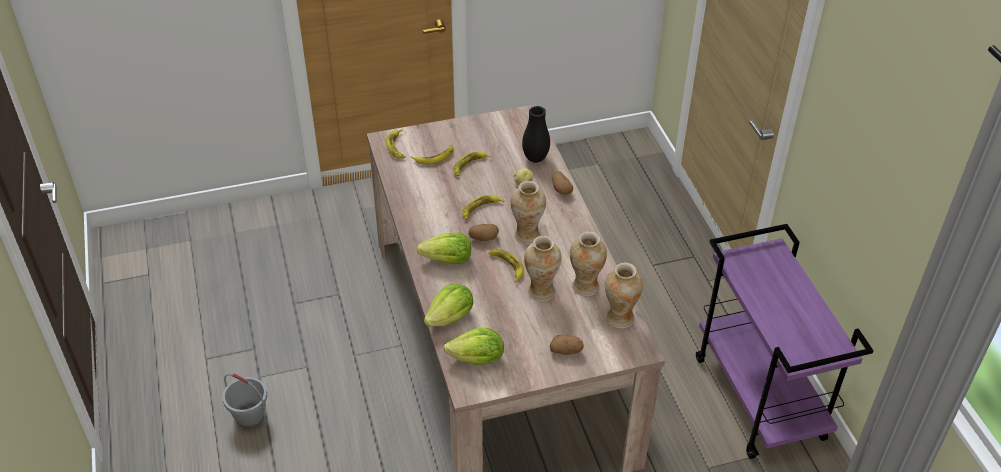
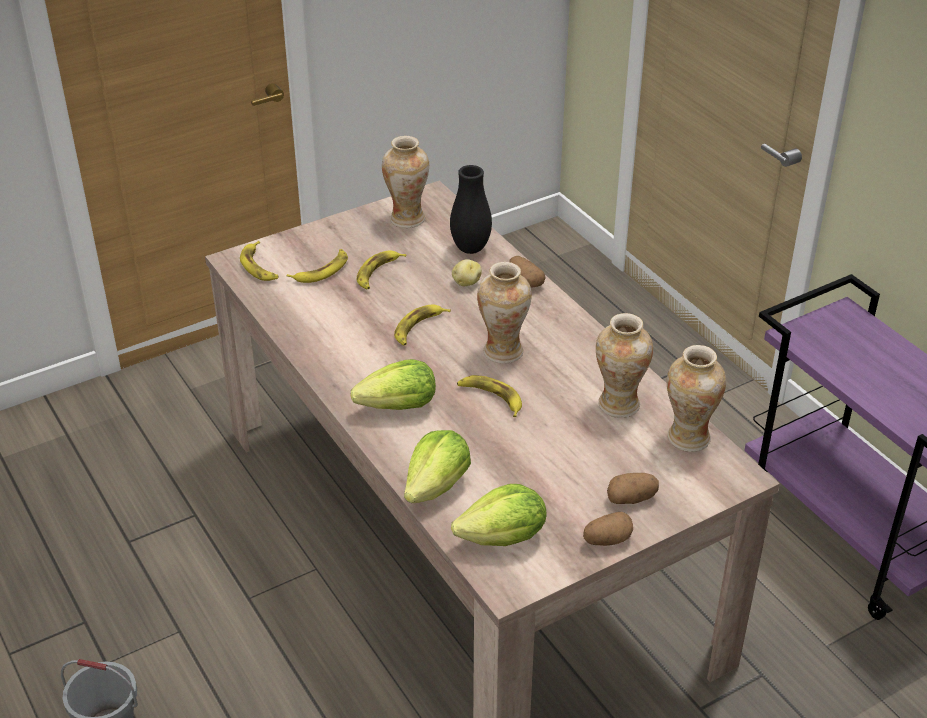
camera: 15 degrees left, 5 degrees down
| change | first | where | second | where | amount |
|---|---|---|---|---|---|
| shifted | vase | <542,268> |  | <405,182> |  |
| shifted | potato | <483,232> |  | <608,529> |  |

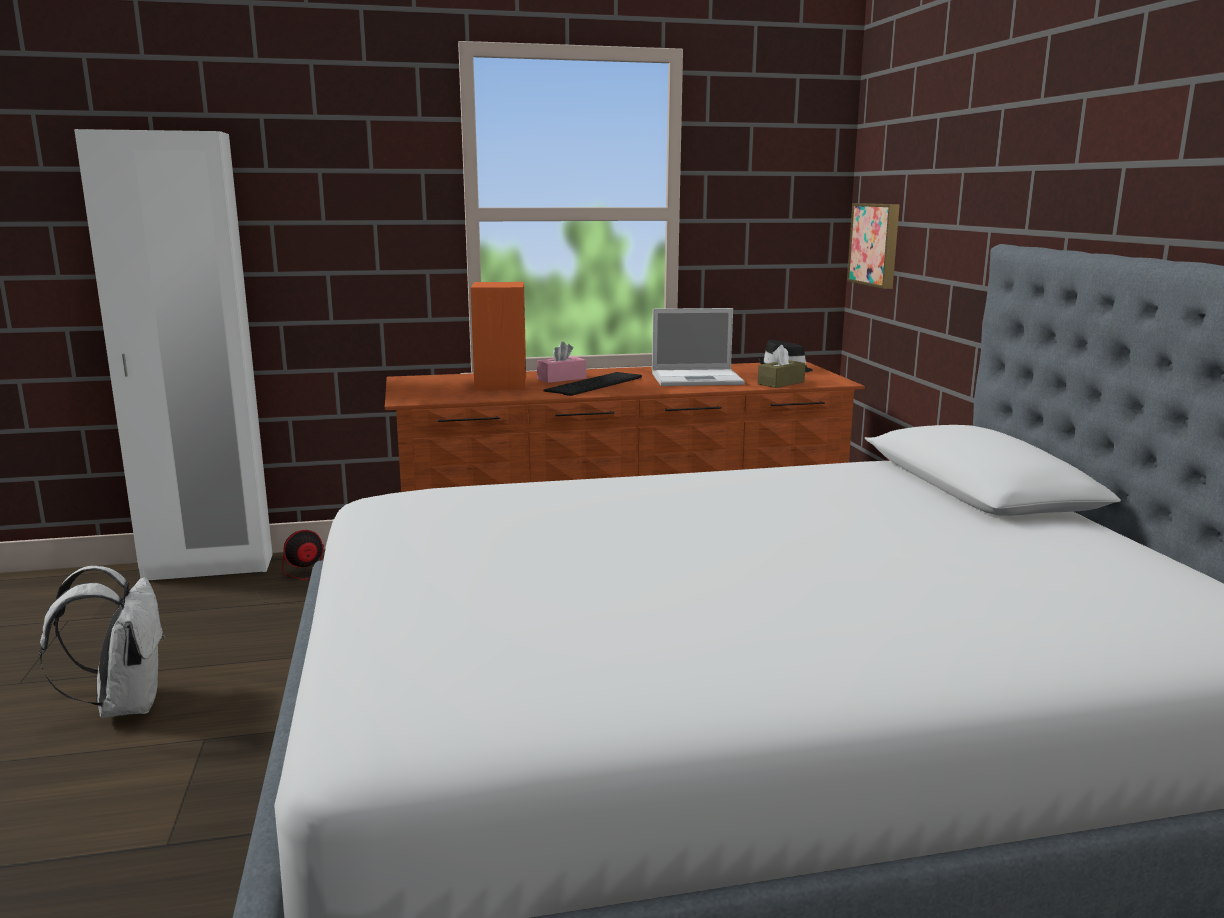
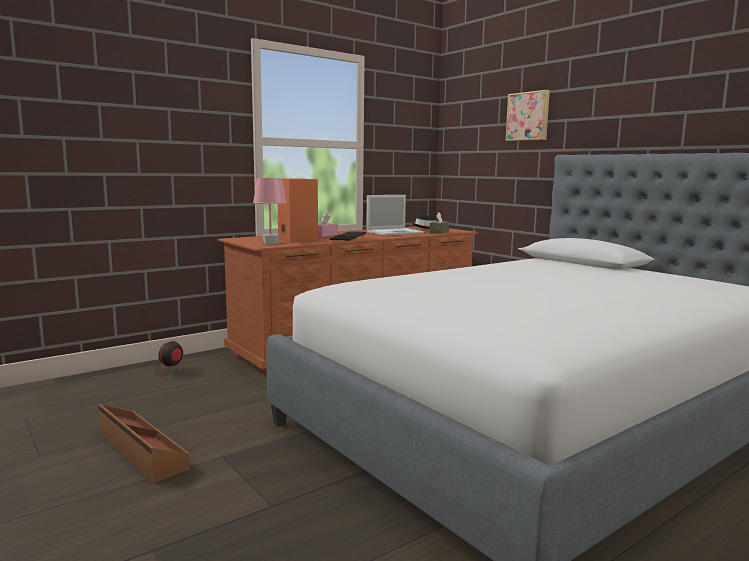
camera: 25 degrees left, 5 degrees down
| change | first | where | second | where | amount |
|---|---|---|---|---|---|
| swapped | white backpack | <102,642> | brown storage box | <144,443> |  |
| new |  |  | pink table lamp | <270,211> |  |
| shifted | picture | <873,246> |  | <527,115> |  |
| gone | white wardrobe | <173,354> |  |  |  |

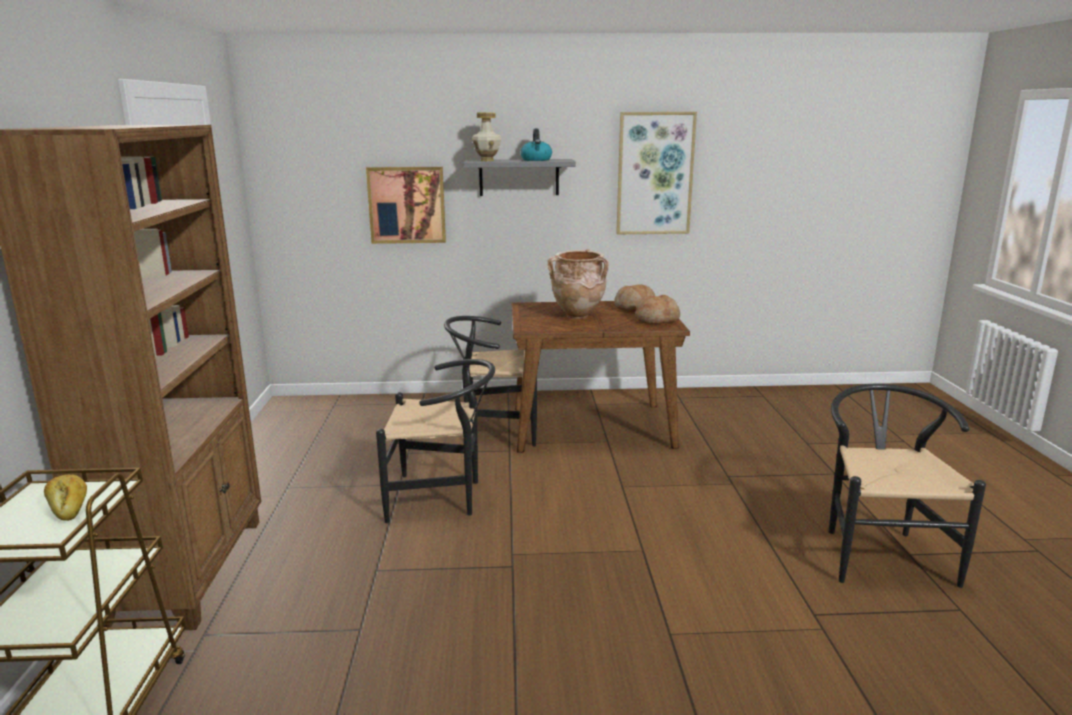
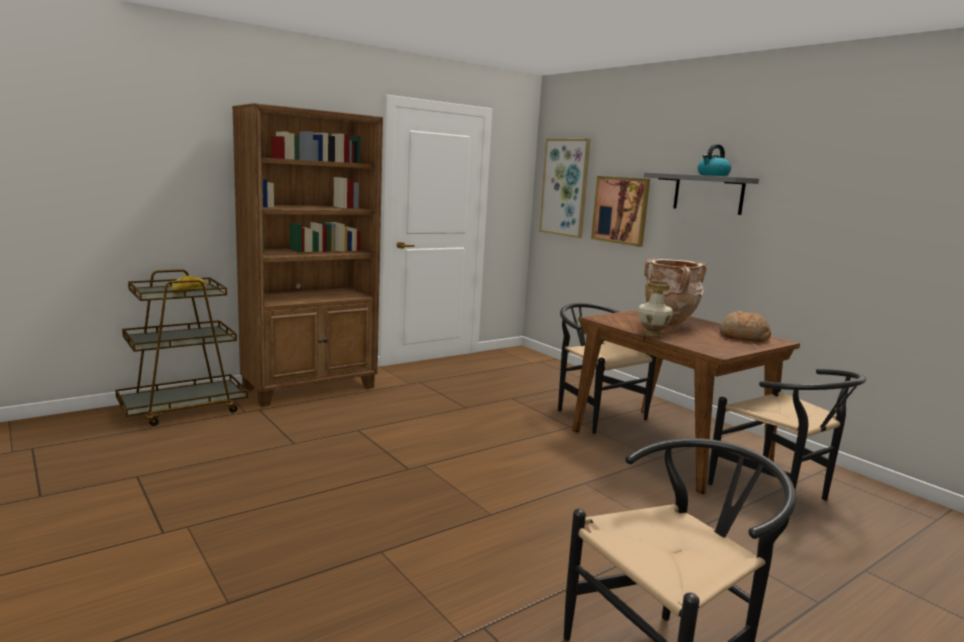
camera: 55 degrees right, 5 degrees down
| change | first | where | second | where | amount |
|---|---|---|---|---|---|
| shifted | picture | <656,173> |  | <565,188> |  |
| shifted | vase | <487,136> |  | <655,308> |  |
| shifted | black chair | <435,441> |  | <787,434> |  |
| gone | bread | <657,309> |  |  |  |

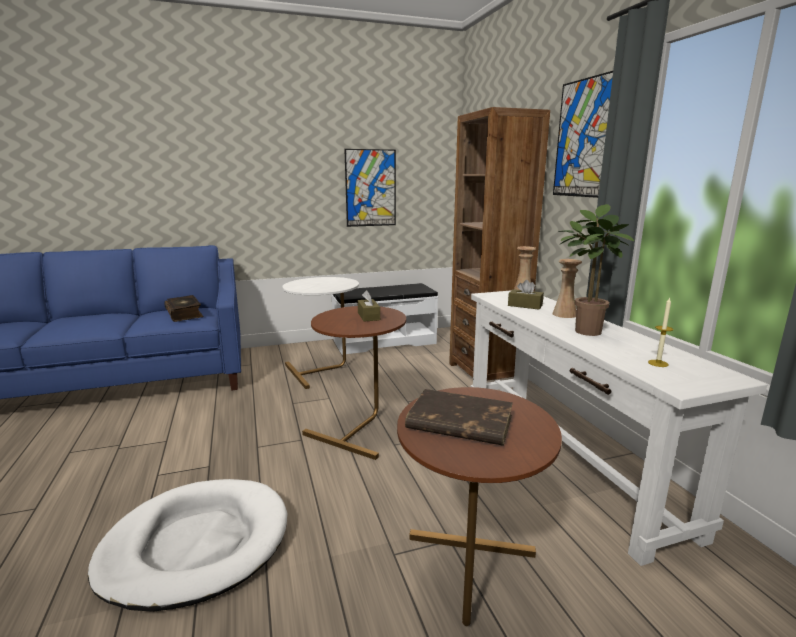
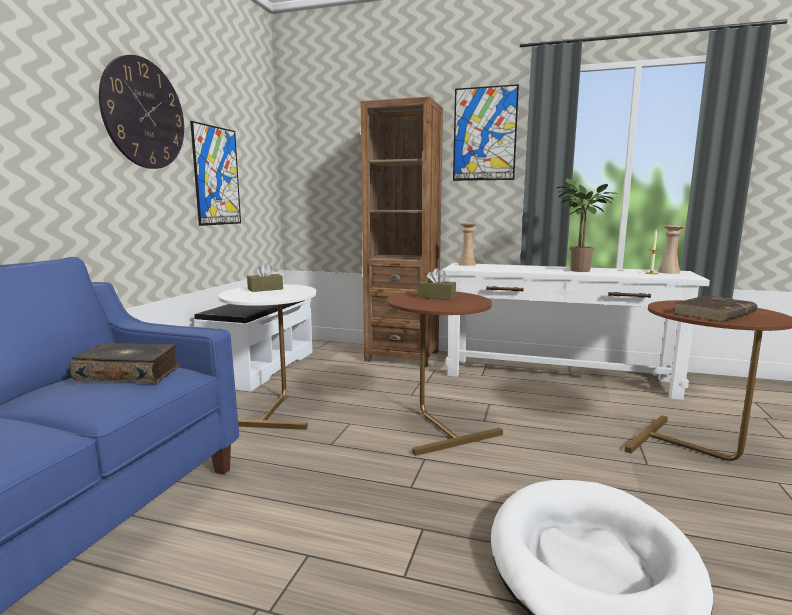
camera: 55 degrees left, 5 degrees down
| change | first | where | second | where | amount |
|---|---|---|---|---|---|
| new |  |  | wall clock | <141,112> |  |
| shifted | brown tissue box | <526,295> |  | <265,277> |  |
| shifted | beige vase | <567,288> |  | <670,249> |  |

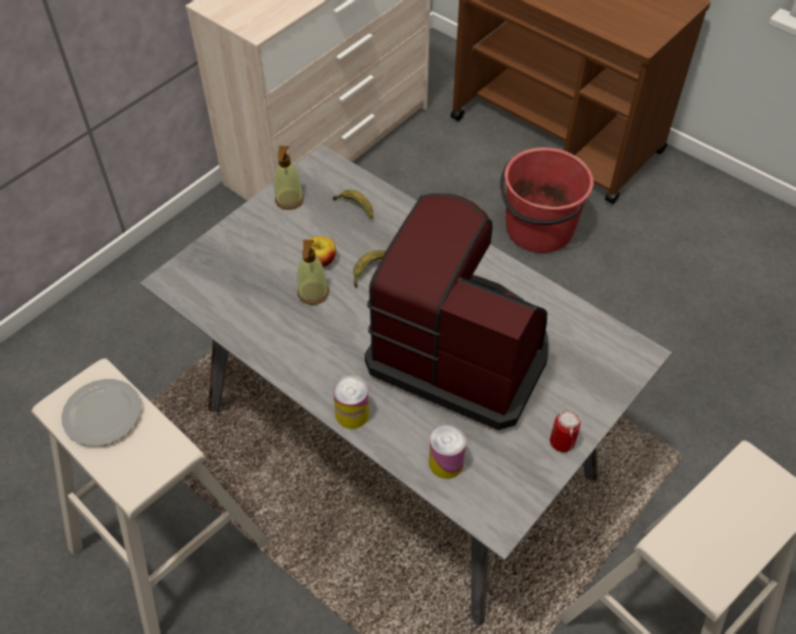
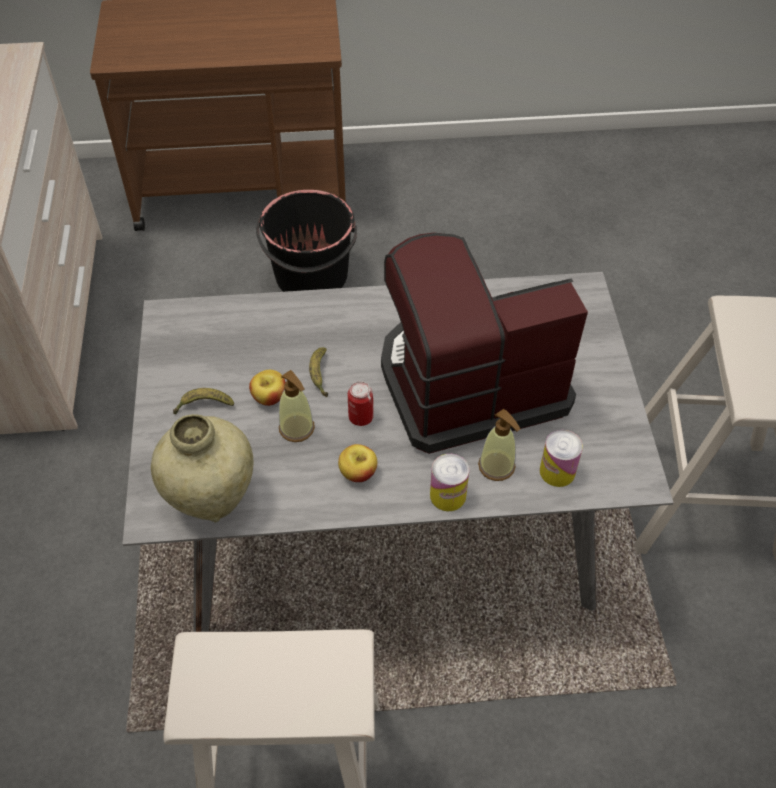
camera: 45 degrees left, 0 degrees up
| change | first | where | second | where | amount |
|---|---|---|---|---|---|
| new |  |  | beige vase | <202,468> |  |
| shifted | banana | <352,204> |  | <203,401> |  |
| repainted | red bucket | <547,200> | black bucket | <306,241> |  |
| new |  |  | apple | <357,463> |  |
| shifted | can | <565,431> |  | <361,403> |  |
| shifted | soap dispenser | <289,178> |  | <499,445> |  |
| gone | plate | <101,412> |  |  |  |

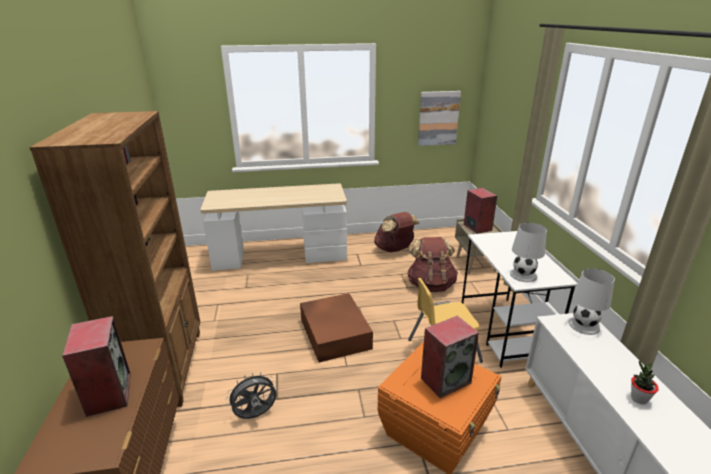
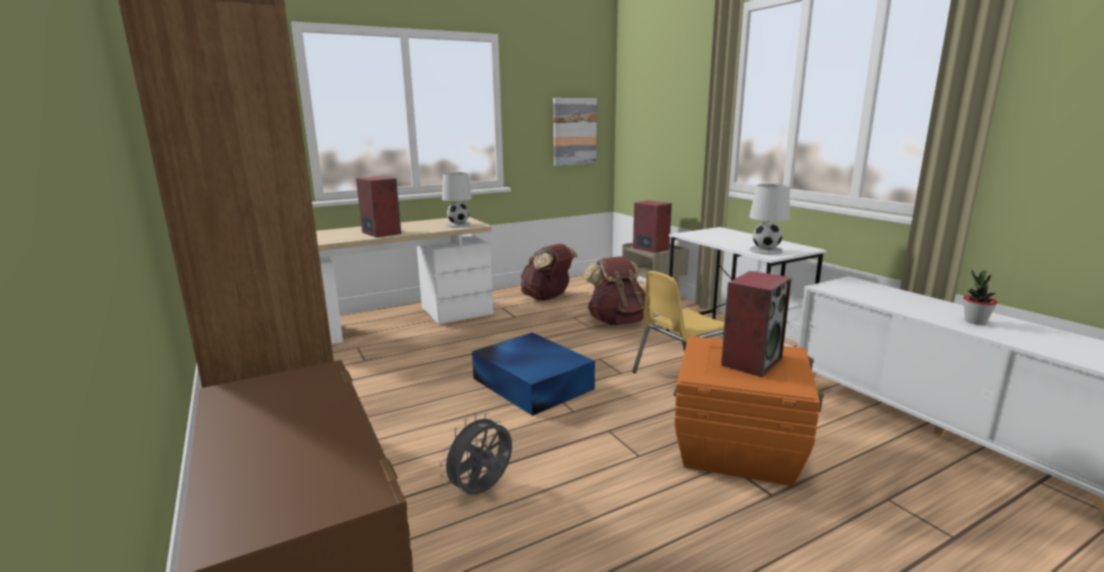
camera: 20 degrees left, 10 degrees down
| change | first | where | second | where | amount |
|---|---|---|---|---|---|
| shifted | speaker | <96,366> |  | <378,207> |  |
| shifted | white table lamp | <592,301> |  | <457,200> |  |
| repainted | brown storage box | <336,327> | blue storage box | <533,374> |  |

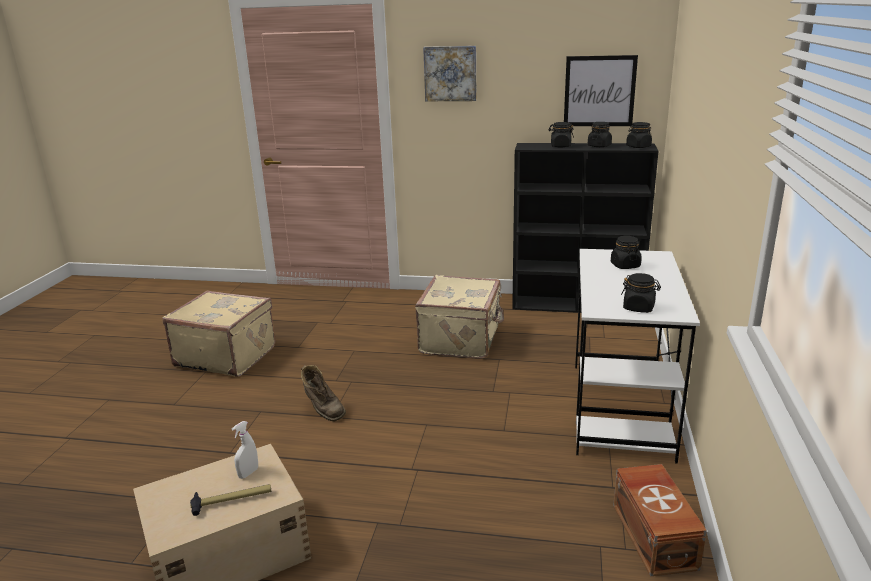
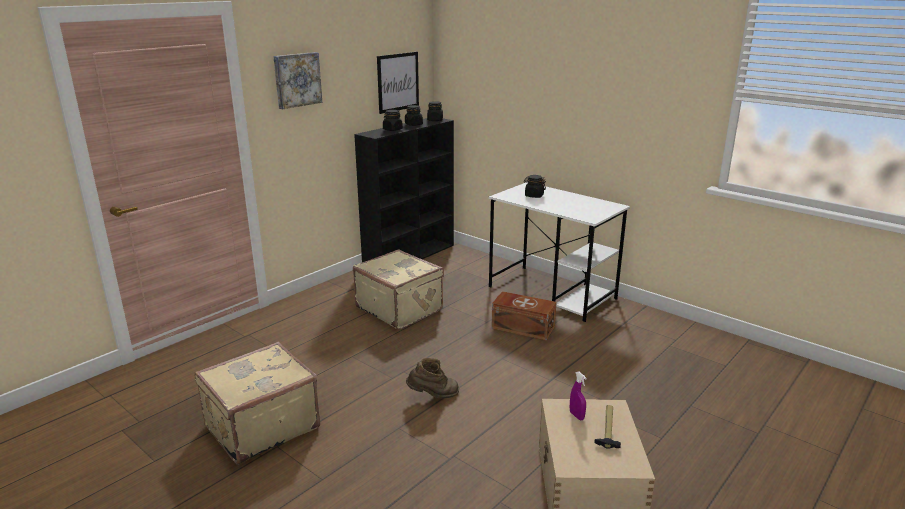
camera: 60 degrees left, 0 degrees up
| change | first | where | second | where | amount |
|---|---|---|---|---|---|
| shifted | brown storage box | <660,520> |  | <524,316> |  |
| repainted | white spray bottle | <245,450> | purple spray bottle | <578,396> |  |
| gone | black jar | <641,293> |  |  |  |

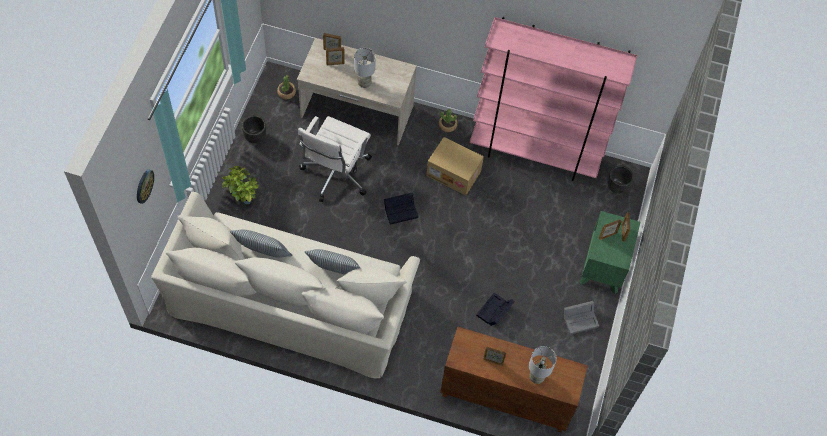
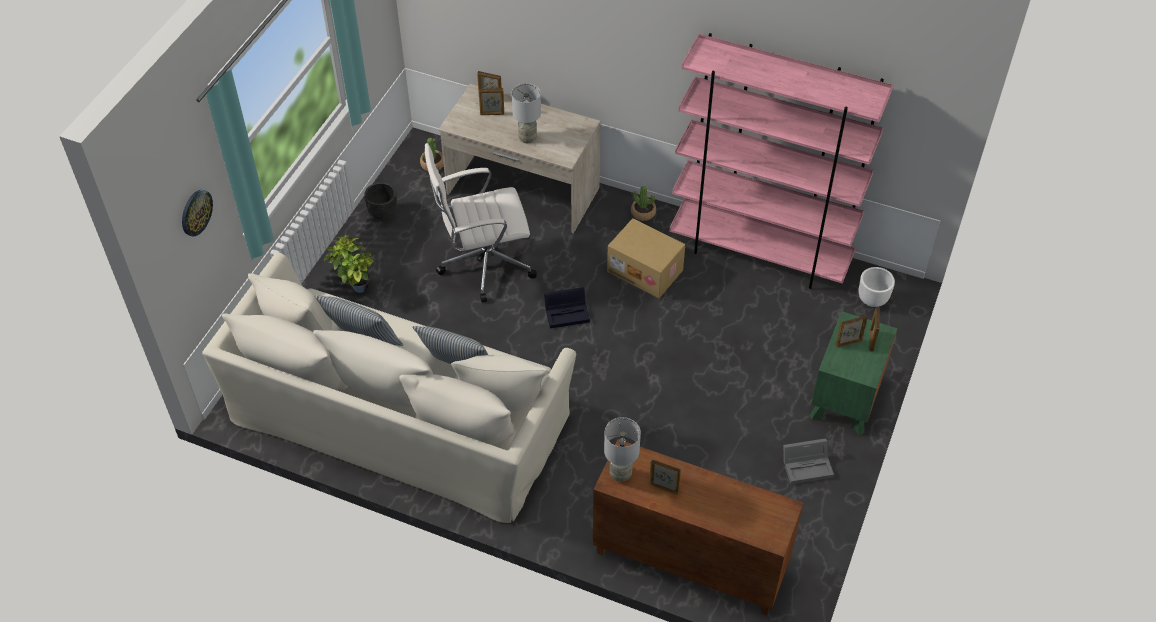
camera: 10 degrees right, 10 degrees down
| change | first | where | second | where | amount |
|---|---|---|---|---|---|
| rotated | white office chair | <335,159> |  | <481,223> | 45 degrees clockwise |
| shifted | grey table lamp | <543,365> |  | <622,449> |  |
| repainted | black planter | <621,180> | white planter | <877,287> |  |
| gone | black storage box | <495,309> |  |  |  |

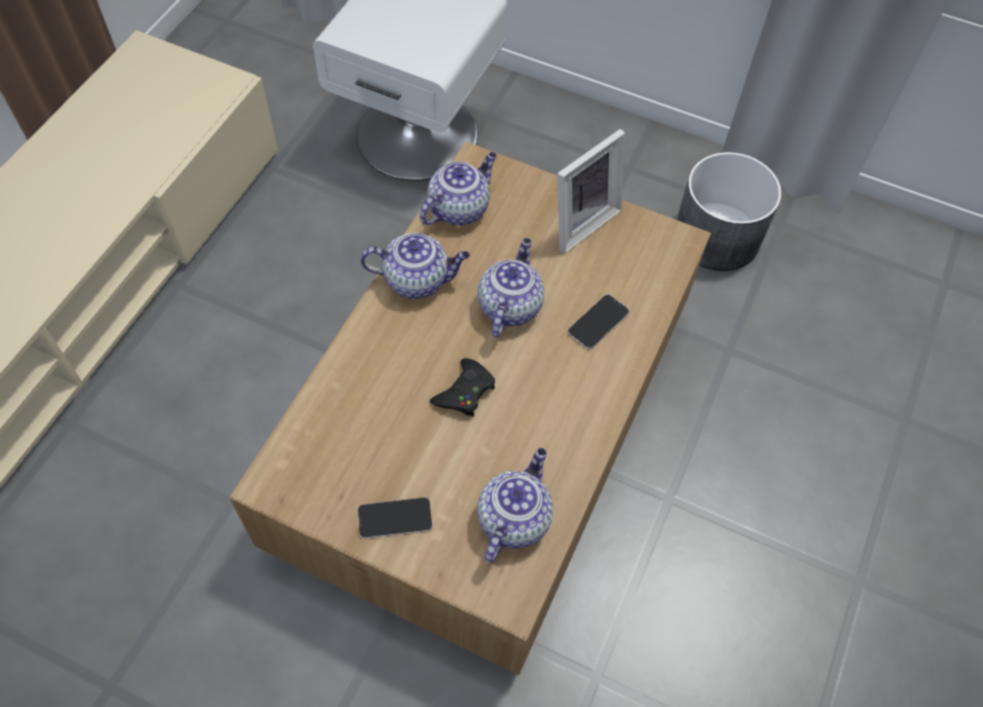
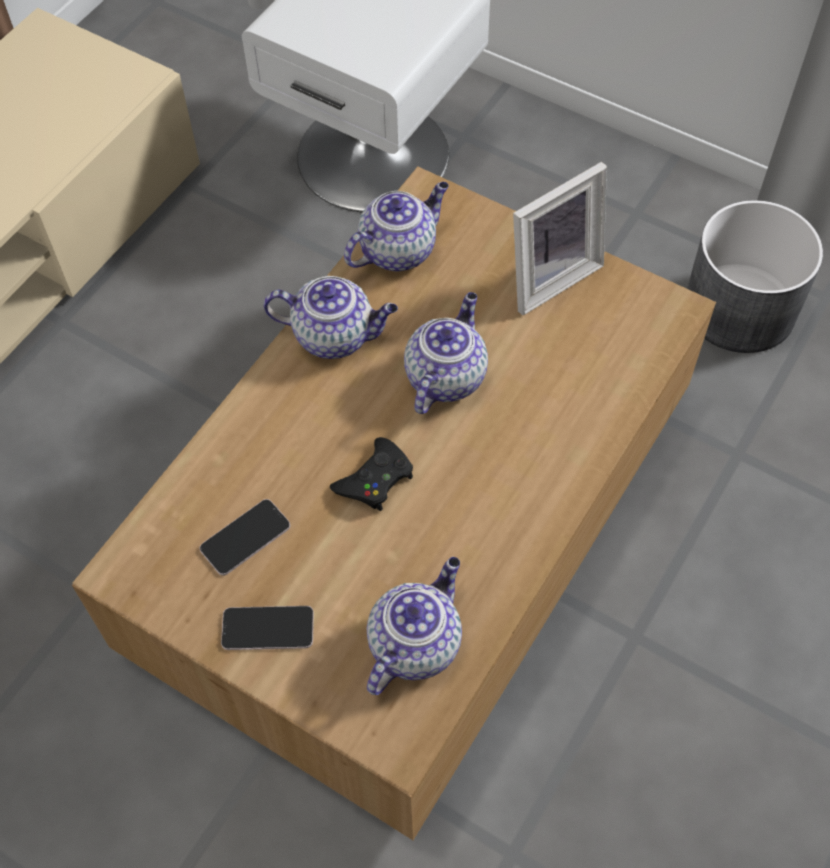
camera: 10 degrees right, 0 degrees up
| change | first | where | second | where | amount |
|---|---|---|---|---|---|
| shifted | phone | <598,321> |  | <245,537> |  |

